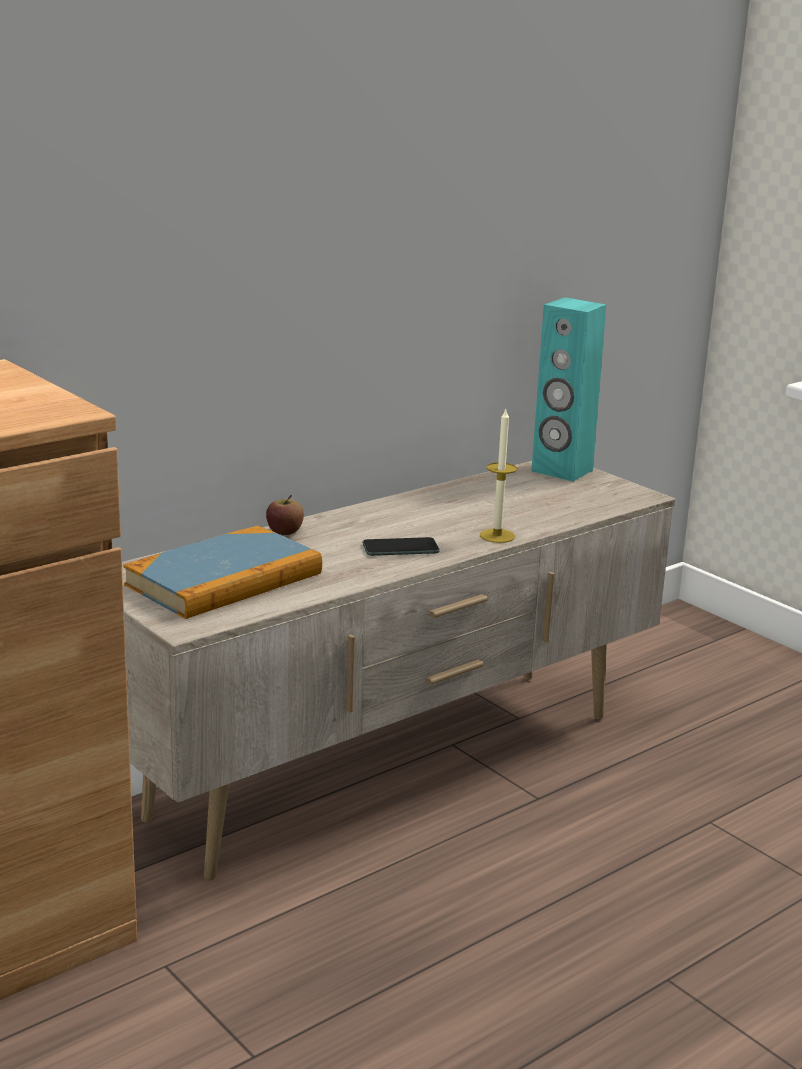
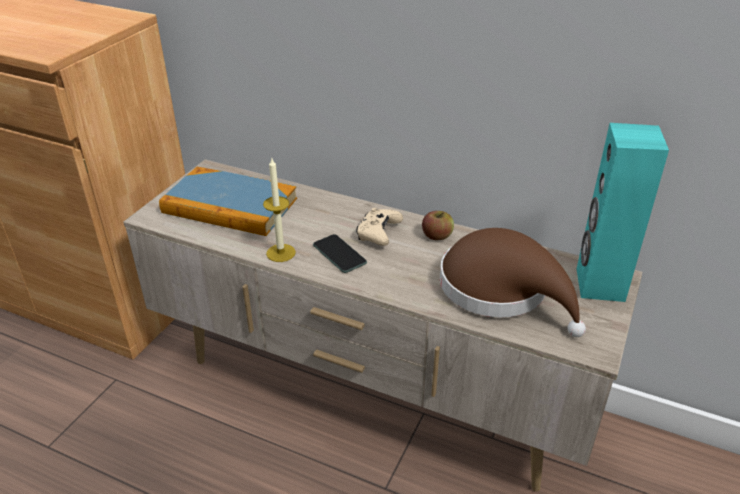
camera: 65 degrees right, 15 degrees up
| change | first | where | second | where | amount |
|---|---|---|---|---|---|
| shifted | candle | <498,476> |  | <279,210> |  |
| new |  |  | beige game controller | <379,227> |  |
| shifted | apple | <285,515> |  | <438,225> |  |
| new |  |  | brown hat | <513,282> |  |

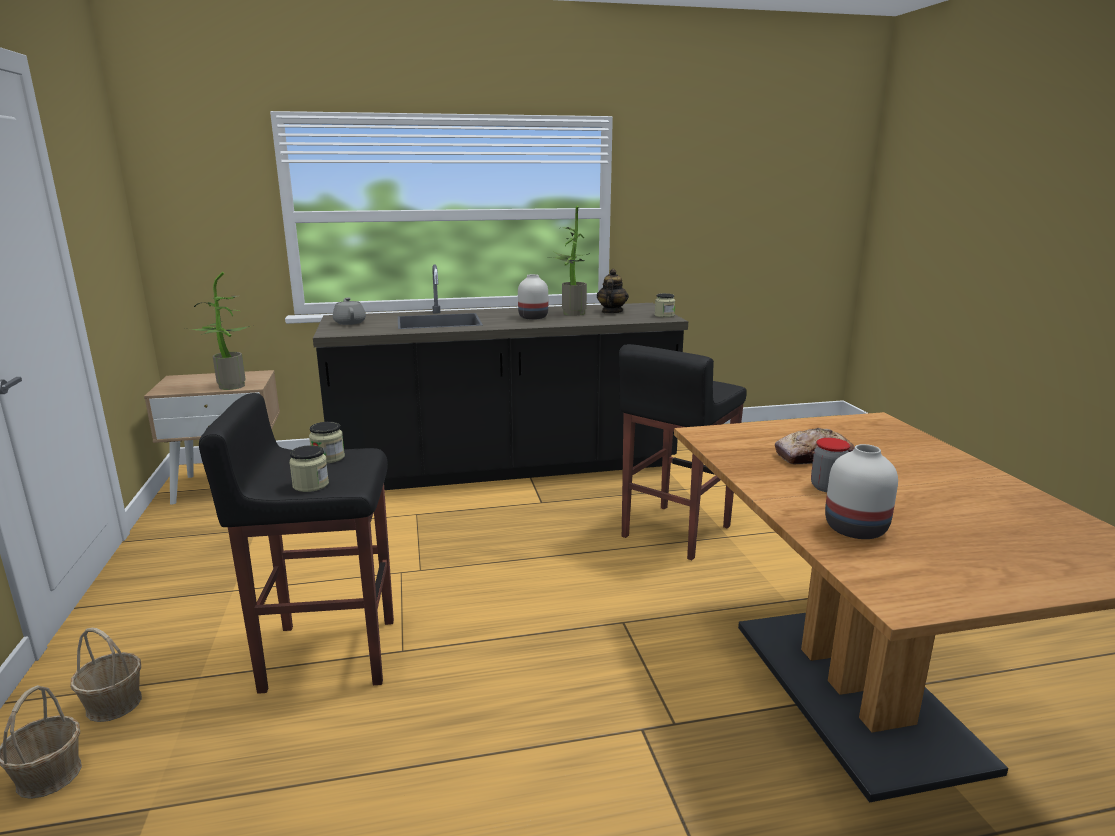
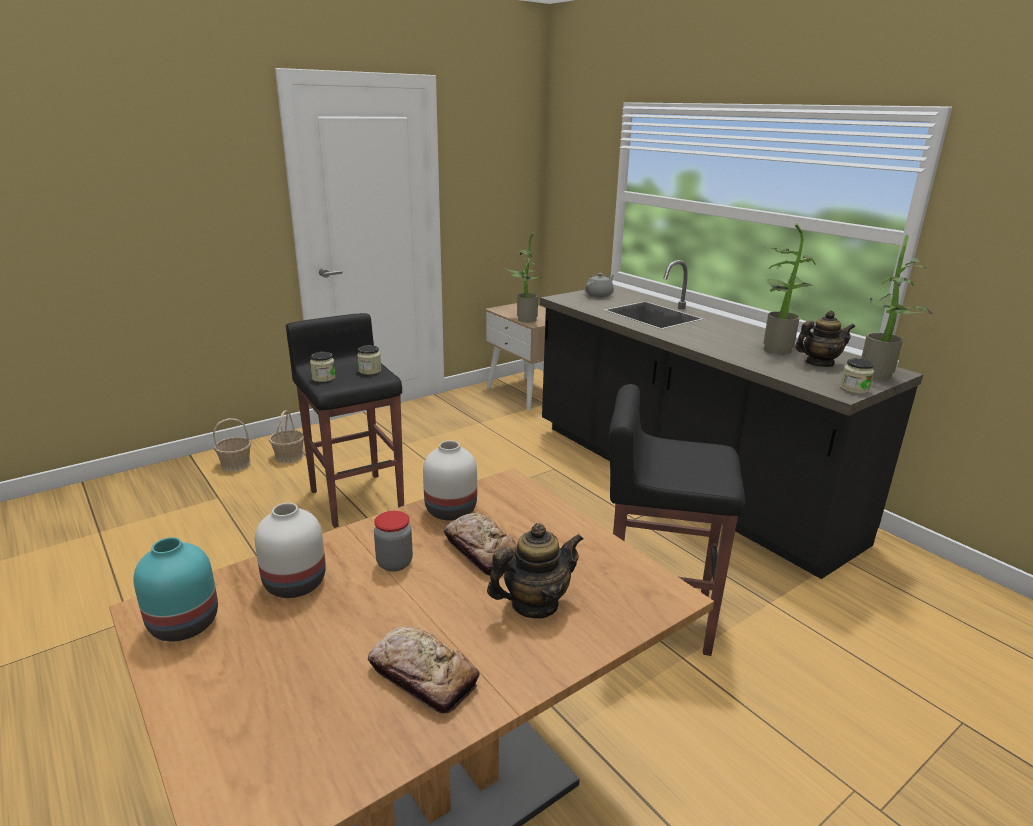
camera: 65 degrees right, 5 degrees up
| change | first | where | second | where | amount |
|---|---|---|---|---|---|
| new |  |  | turquoise vase | <175,589> |  |
| new |  |  | bread | <424,670> |  |
| shifted | white vase | <533,297> |  | <450,480> |  |
| new |  |  | teapot | <535,571> |  |
| new |  |  | potted plant | <897,307> |  |

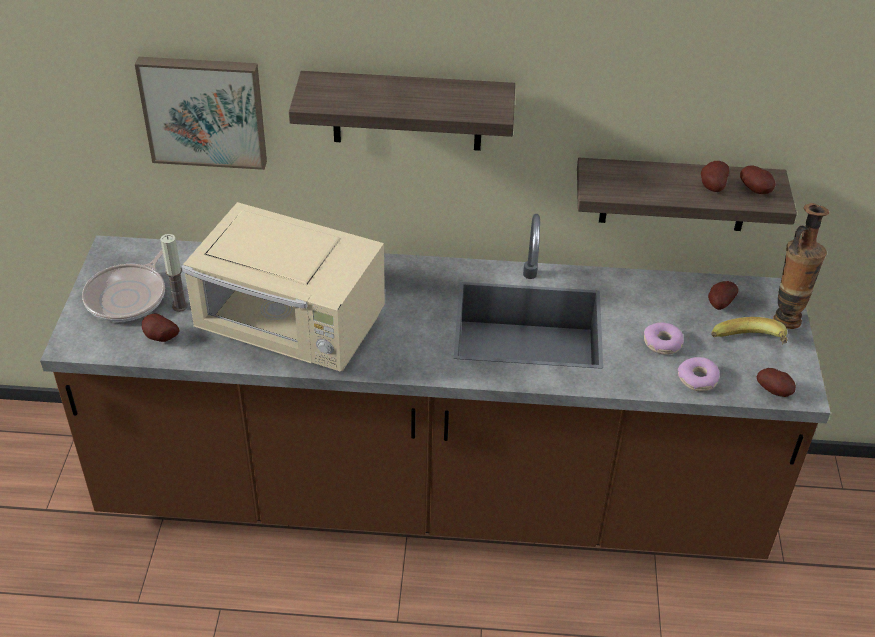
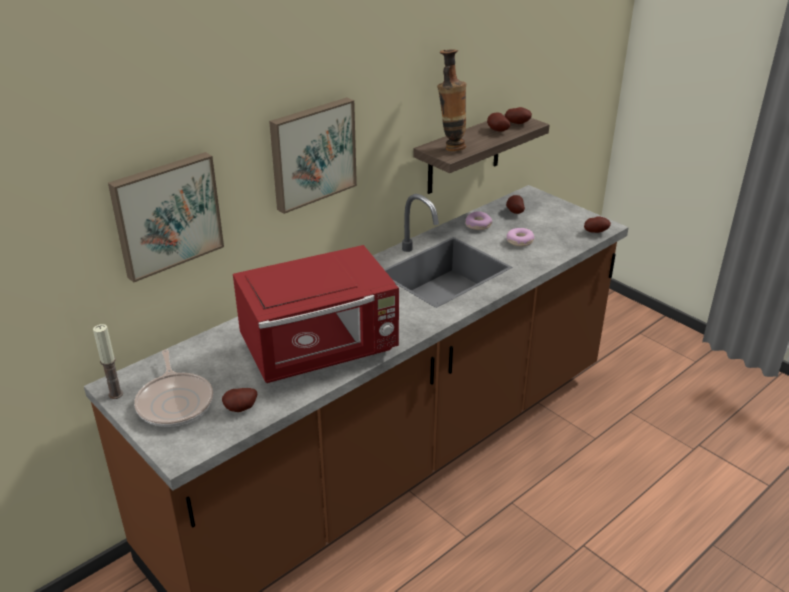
camera: 45 degrees left, 10 degrees down
| change | first | where | second | where | amount |
|---|---|---|---|---|---|
| shifted | candle | <174,273> |  | <108,361> |  |
| repainted | beige microwave | <283,286> | red microwave | <316,314> |  |
| swapped | shelf | <402,111> | picture | <313,155> |  |
| shifted | vase | <801,266> |  | <451,100> |  |
| shifted | donut | <698,374> |  | <478,220> |  |
| gone | banana | <749,331> |  |  |  |

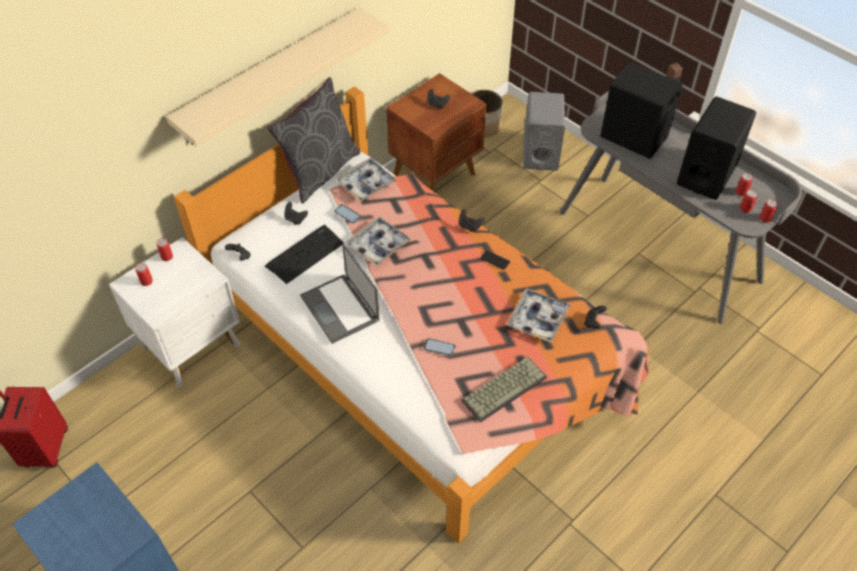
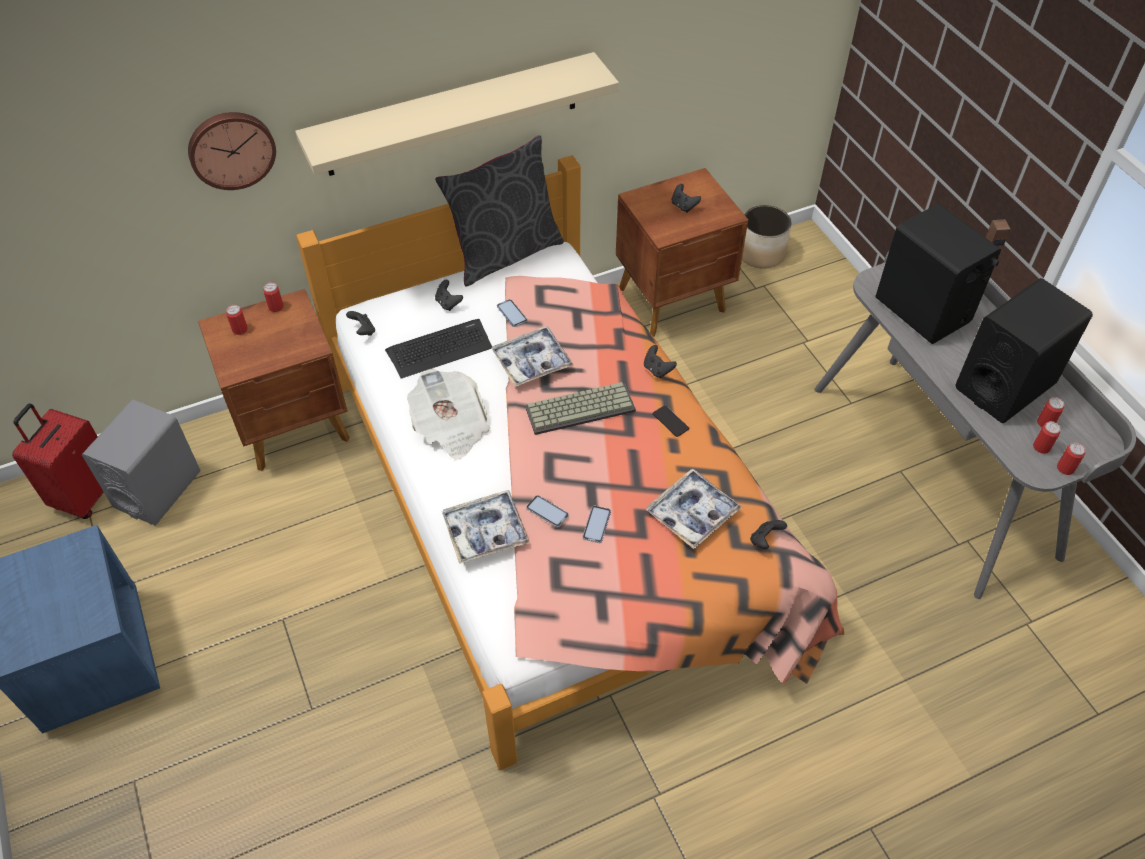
camera: 20 degrees right, 0 degrees up
| change | first | where | second | where | amount |
|---|---|---|---|---|---|
| shifted | grey speaker | <544,131> |  | <141,463> |  |
| new |  |  | wall clock | <232,151> |  |
| repainted | white nightstand | <174,312> | brown nightstand | <274,380> |  |
| swapped | laptop | <340,293> | newspaper | <449,414> |  |
| shifted | tray | <366,180> |  | <486,527> |  |
| shifted | keyboard | <504,390> |  | <580,408> |  |
| new |  |  | phone | <597,524> |  |

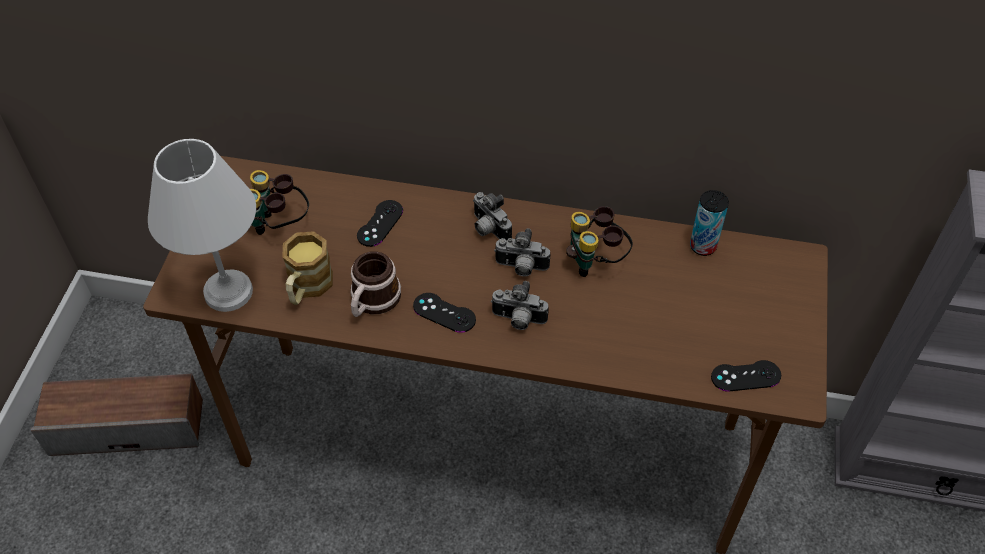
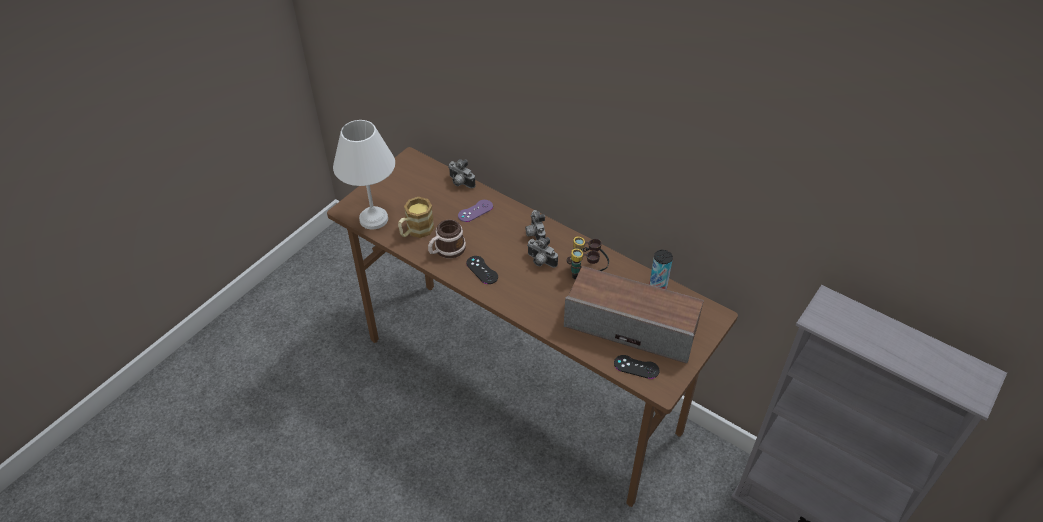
camera: 25 degrees right, 5 degrees down
| change | first | where | second | where | amount |
|---|---|---|---|---|---|
| shifted | photo camera | <520,305> |  | <462,173> |  |
| repainted | black game controller | <380,223> | purple game controller | <475,211> |  |
| shifted | speaker | <117,415> |  | <634,314> |  |
| gone | binoculars | <279,202> |  |  |  |

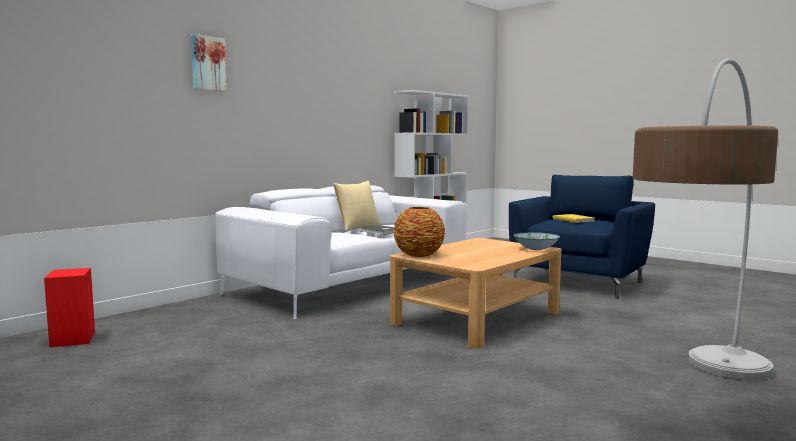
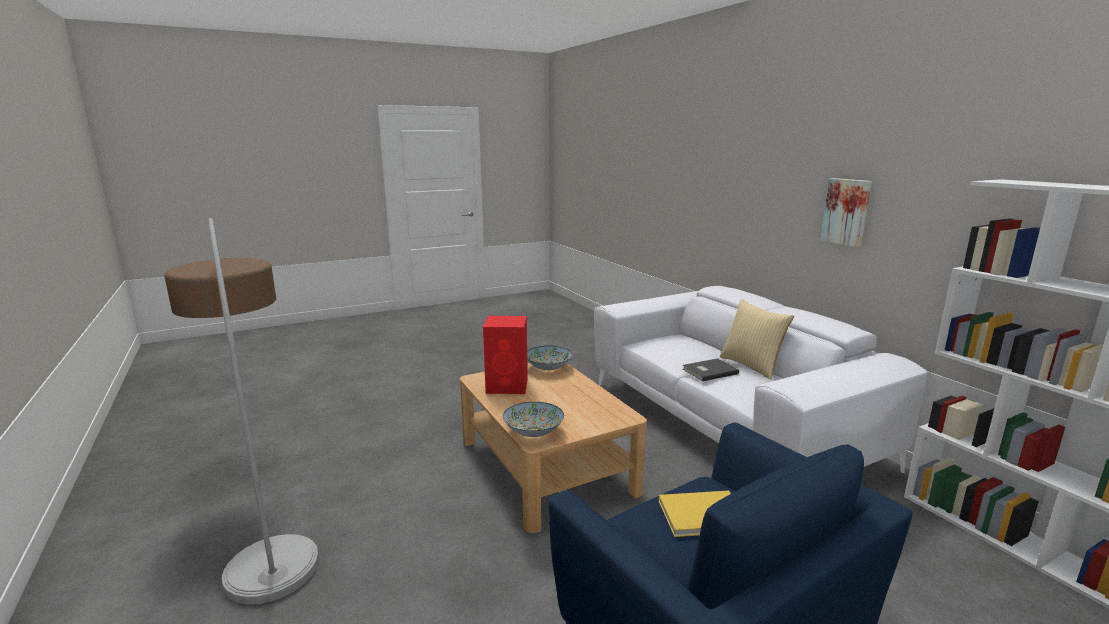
camera: 110 degrees right, 10 degrees up
| change | first | where | second | where | amount |
|---|---|---|---|---|---|
| shifted | red speaker | <69,307> |  | <505,355> |  |
| swapped | vase | <419,232> | bowl | <549,358> |  |
| shifted | picture | <209,62> |  | <846,212> |  |

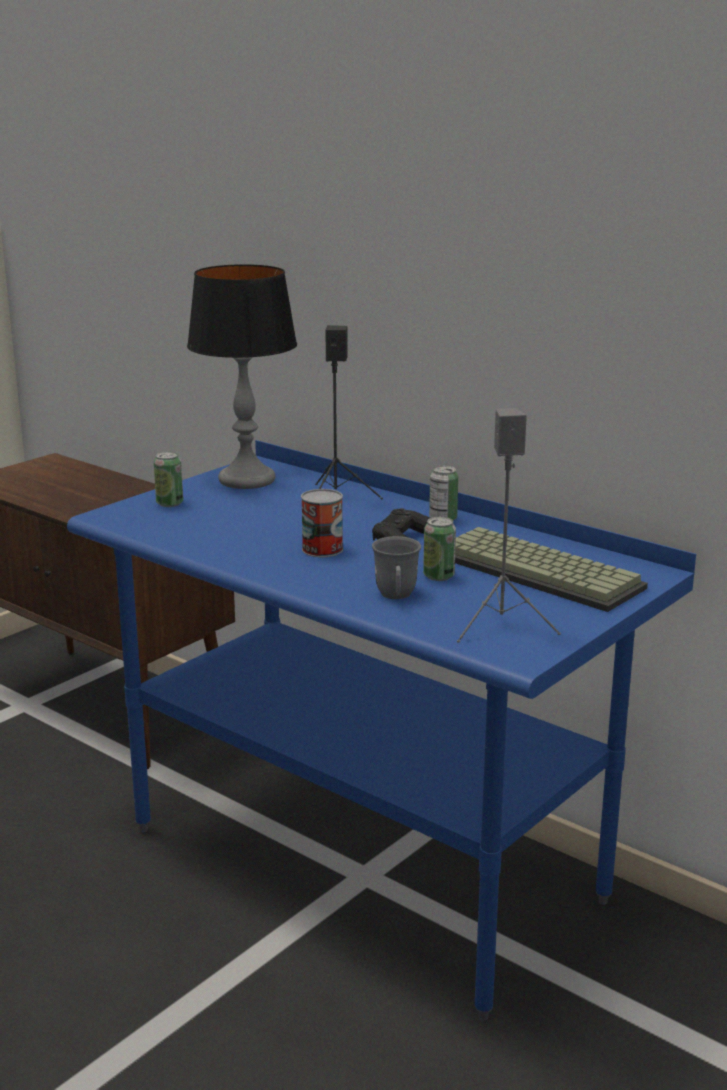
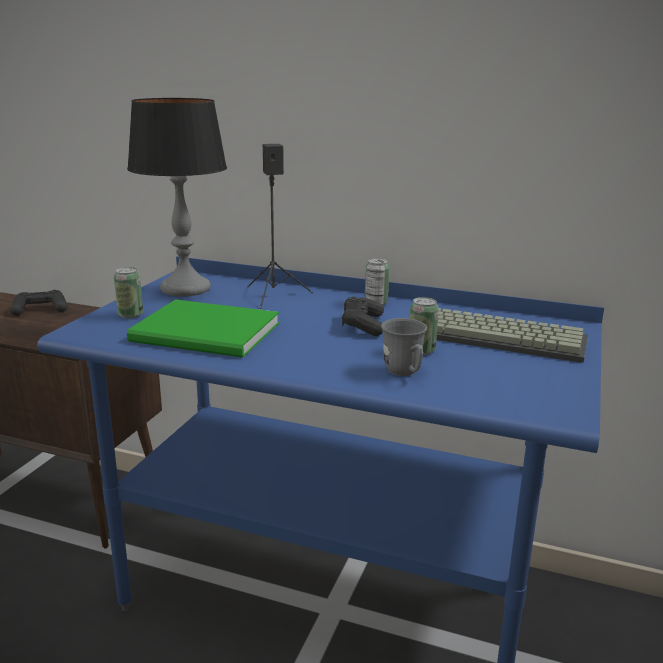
camera: 20 degrees left, 0 degrees up
| change | first | where | second | where | amount |
|---|---|---|---|---|---|
| new |  |  | black game controller | <38,303> |  |
| new |  |  | green book | <203,328> |  |
| gone | can | <322,523> |  |  |  |
| gone | grey speaker | <509,525> |  |  |  |

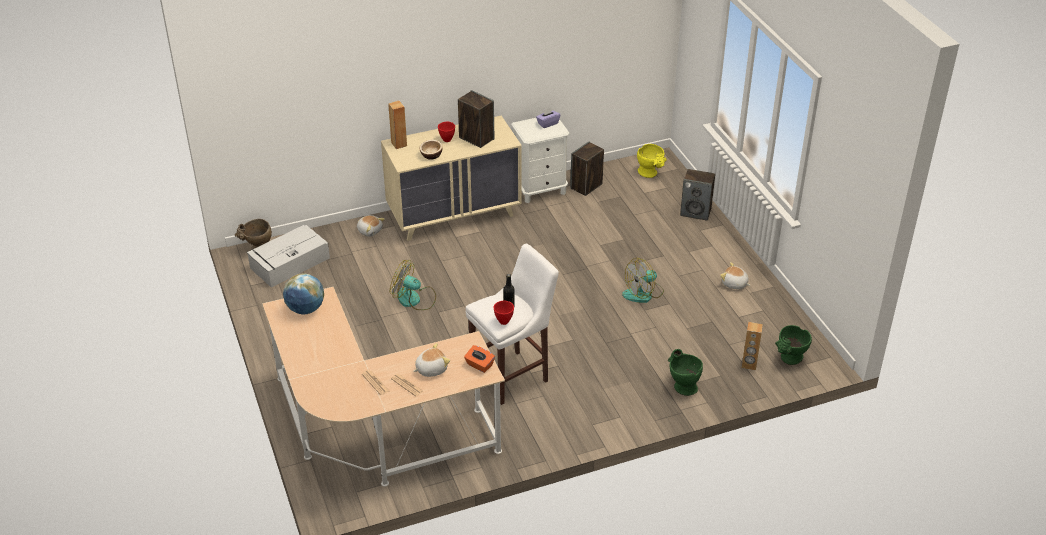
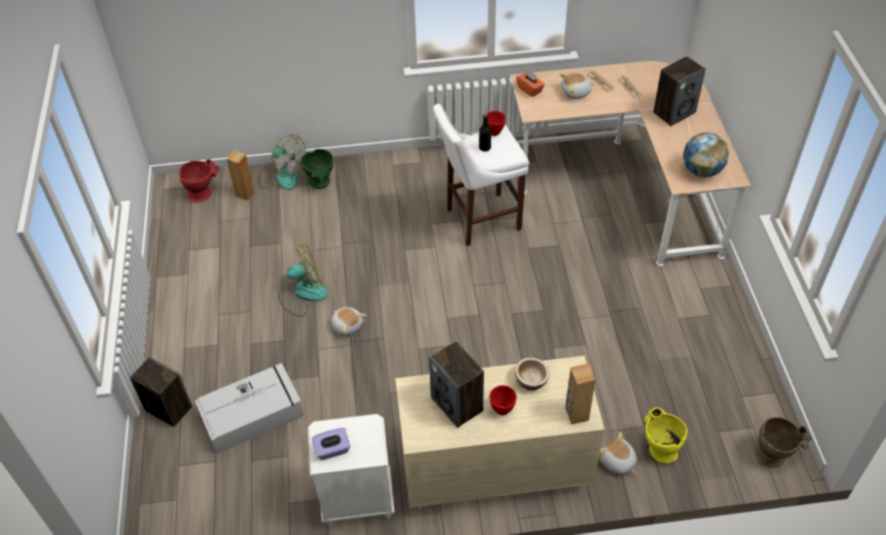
camera: 165 degrees left, 10 degrees up
| change | first | where | second | where | amount |
|---|---|---|---|---|---|
| repainted | green vase | <793,345> | red vase | <199,180> |  |
| shifted | grey storage box | <288,256> |  | <249,408> |  |
| shifted | fan | <413,285> |  | <282,162> |  |
| shifted | plush toy | <735,275> |  | <349,322> |  |
| shifted | yellow vase | <652,161> |  | <665,435> |  |
| shifted | speaker | <587,169> |  | <679,91> |  |

